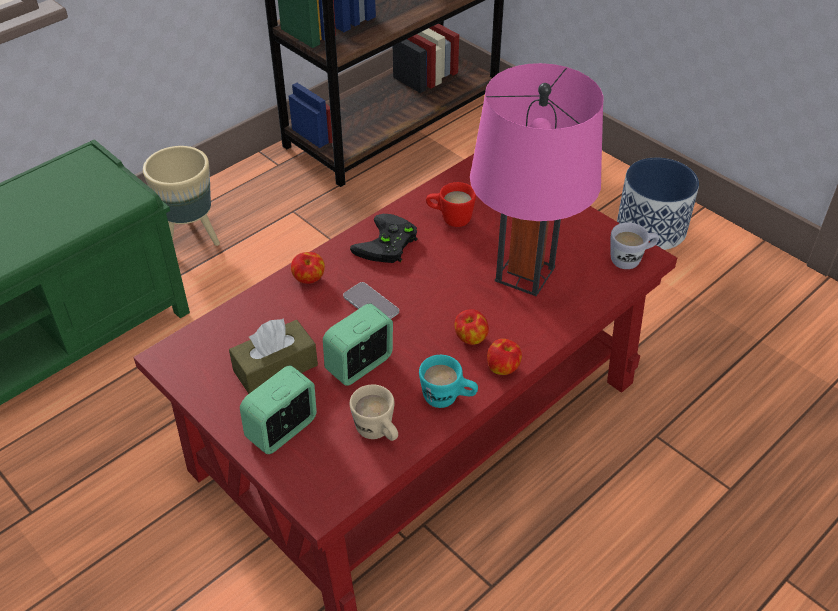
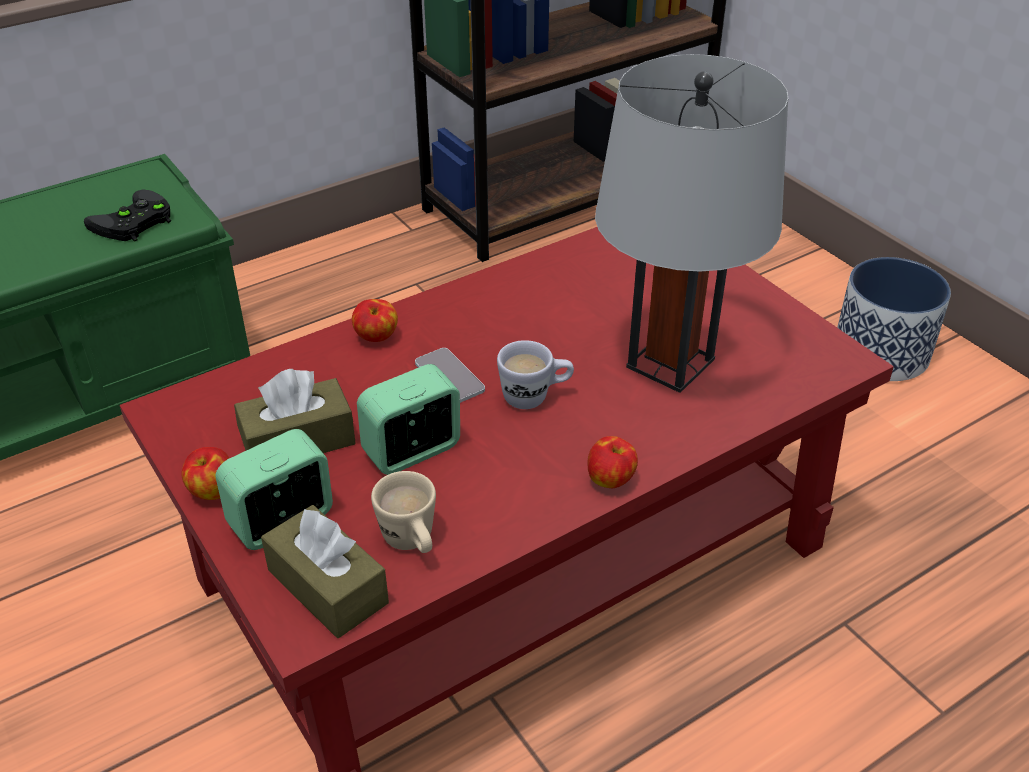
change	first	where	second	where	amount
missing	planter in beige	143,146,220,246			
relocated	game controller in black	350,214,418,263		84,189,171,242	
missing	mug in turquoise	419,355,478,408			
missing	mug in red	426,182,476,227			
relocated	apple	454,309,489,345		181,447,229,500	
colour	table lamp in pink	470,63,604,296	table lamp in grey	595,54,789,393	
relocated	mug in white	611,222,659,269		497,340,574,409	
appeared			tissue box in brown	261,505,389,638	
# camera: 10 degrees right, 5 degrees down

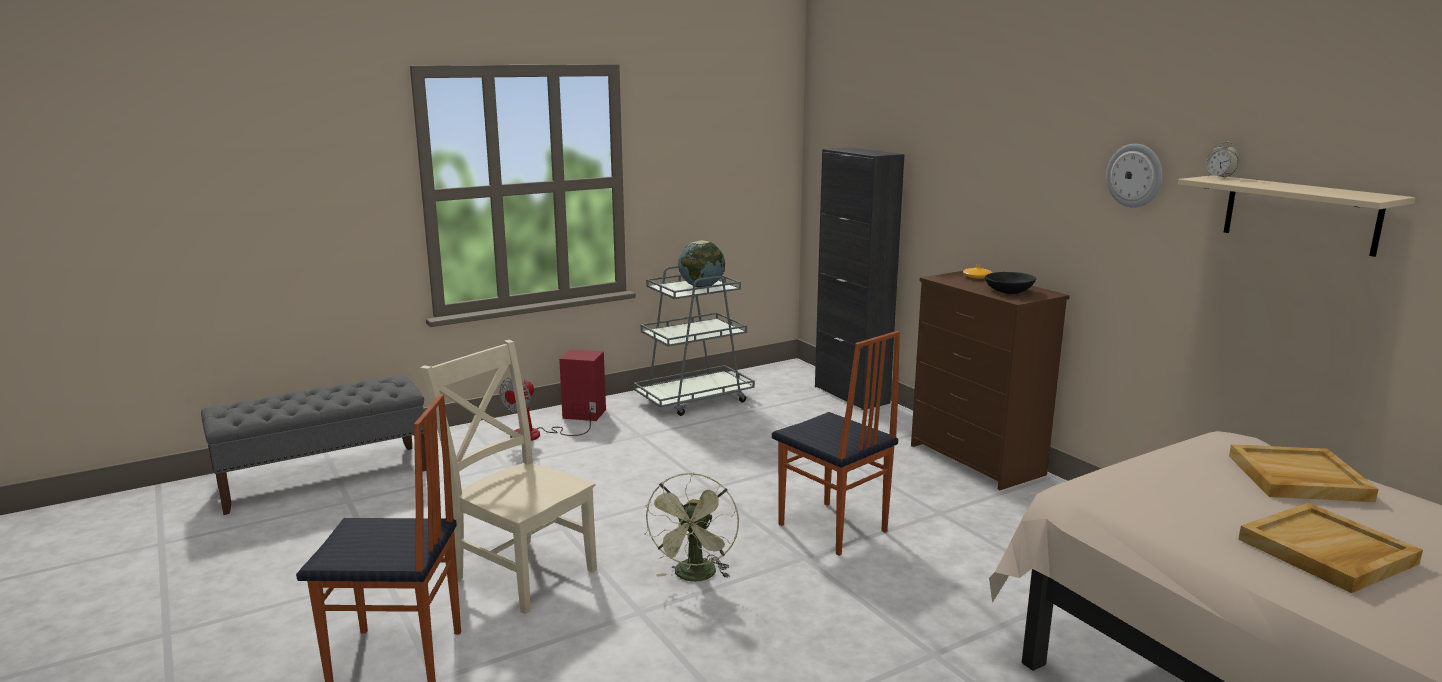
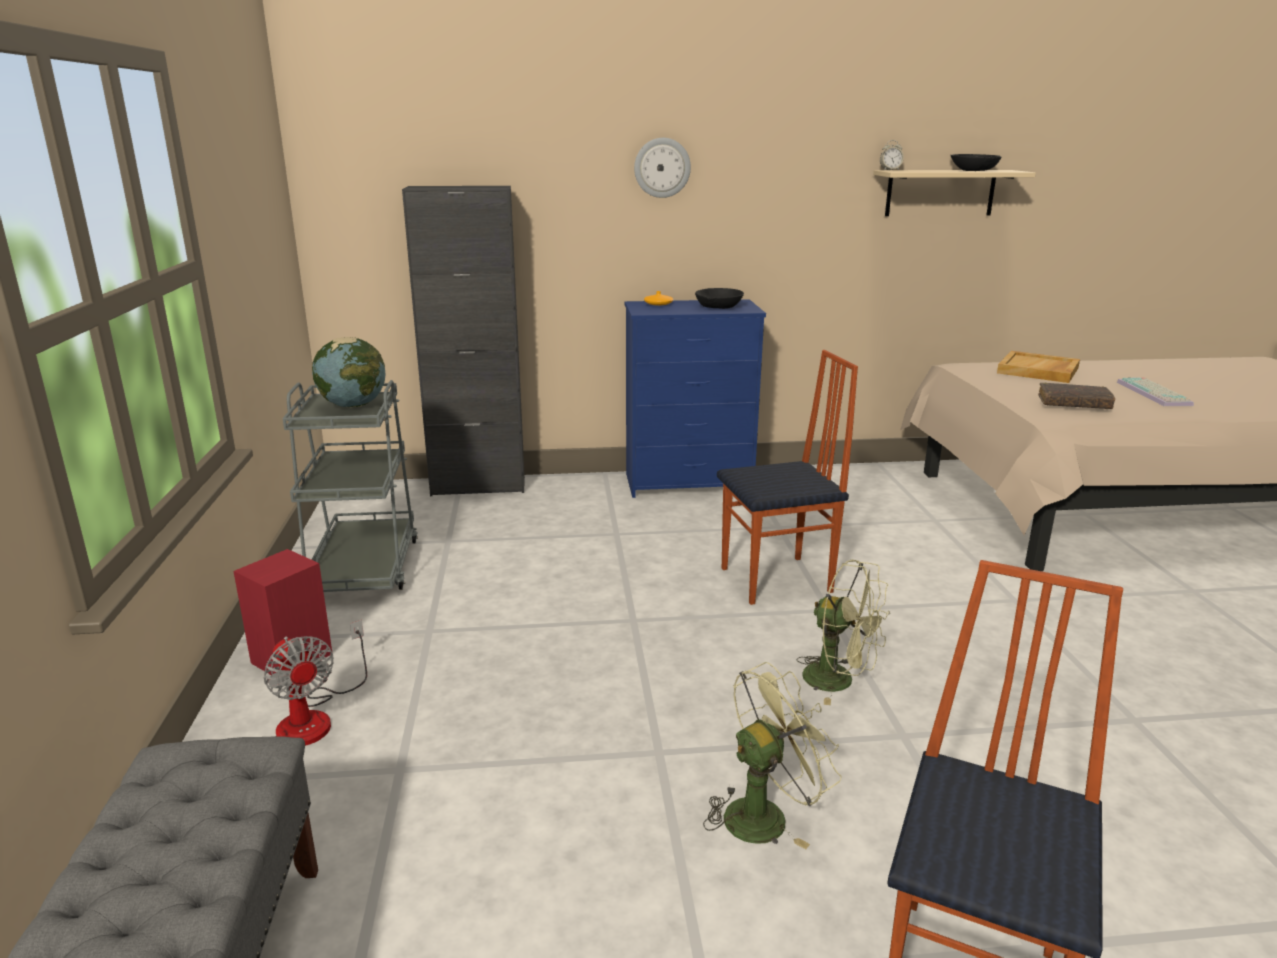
change	first	where	second	where	amount
exchanged	chair in beige	420,340,597,614	fan in green	703,662,841,849	
colour	dresser in brown	911,271,1070,490	dresser in blue	625,299,766,498	
relocated	wall clock	1106,144,1163,208		634,138,691,198	
exchanged	tray in beige	1238,503,1423,593	keyboard	1117,377,1194,406	
appeared			bowl in black	951,154,1001,171	
appeared			book in brown	1038,383,1115,409	
# camera: 65 degrees left, 5 degrees up

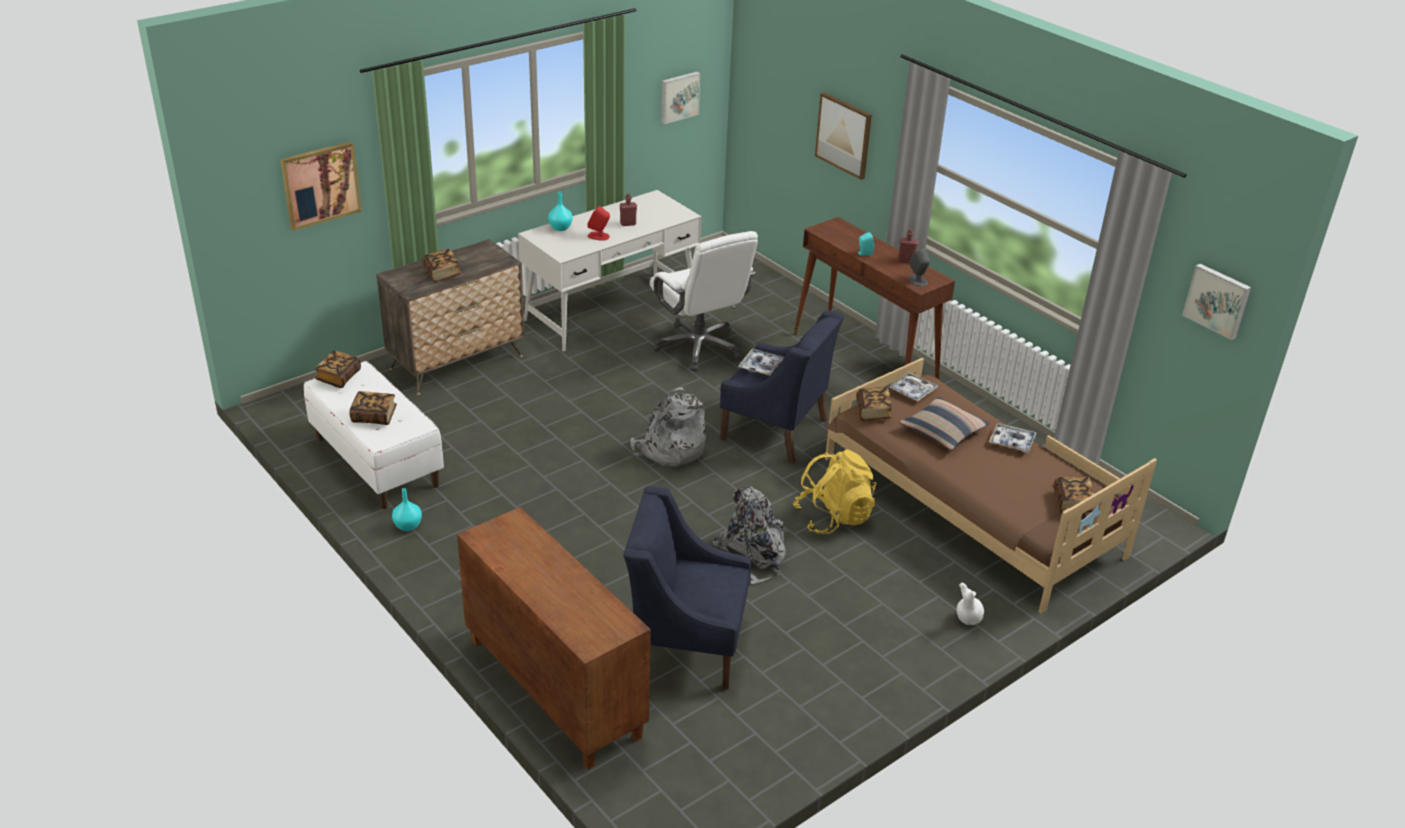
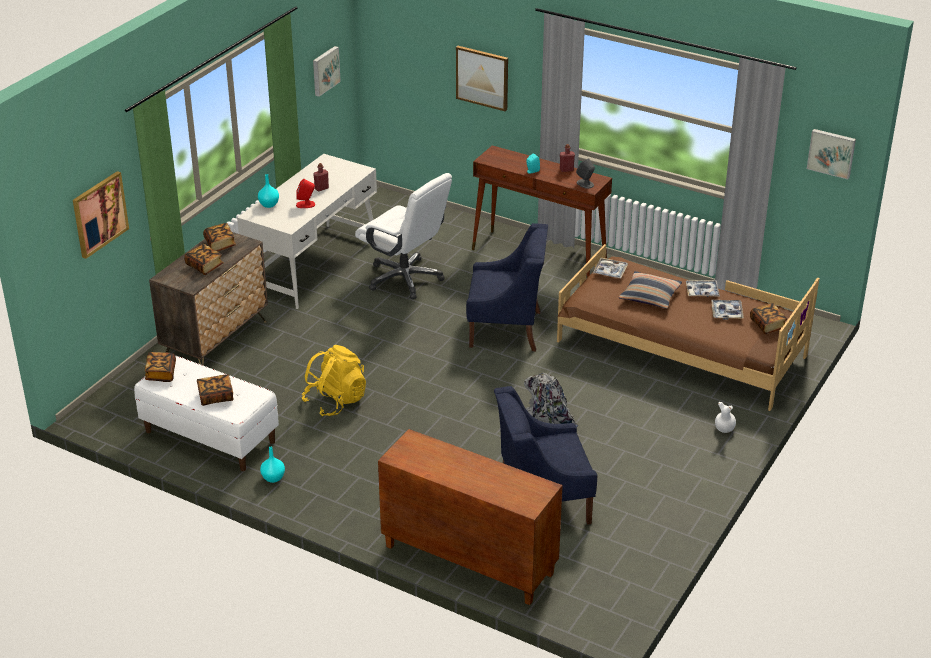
change	first	where	second	where	amount
missing	backpack in grey	630,387,706,467			
relocated	tray	738,349,784,375		711,300,744,320	
relocated	backpack in yellow	793,449,876,534		302,345,366,416	
relocated	book	856,387,892,421		203,223,236,251	
# camera: 20 degrees left, 0 degrees up

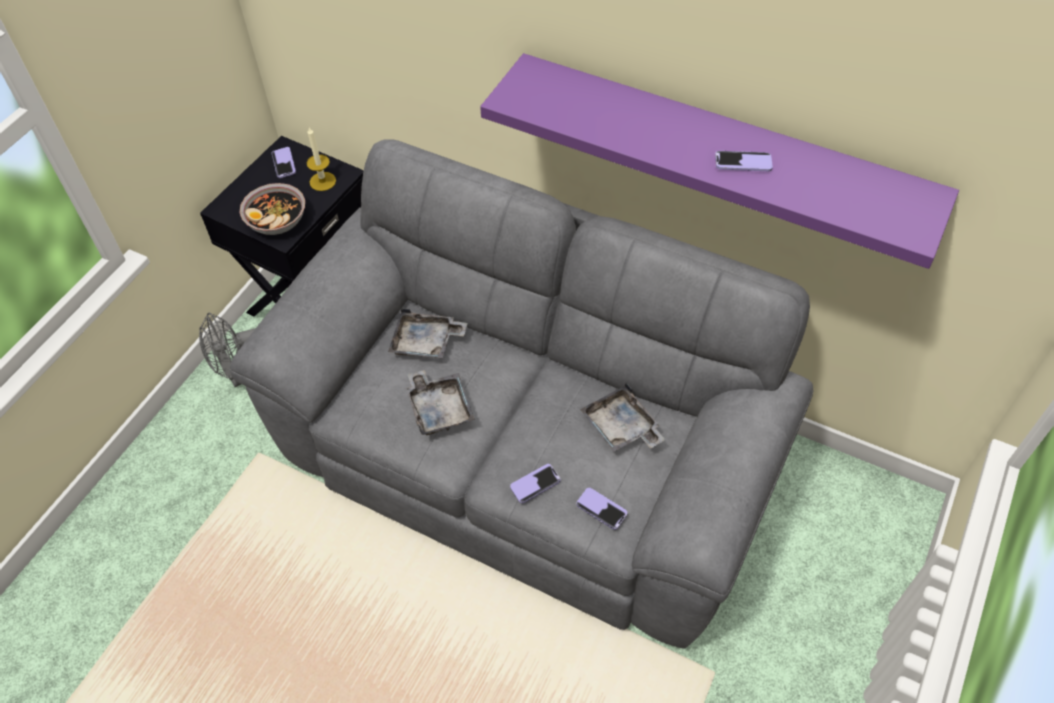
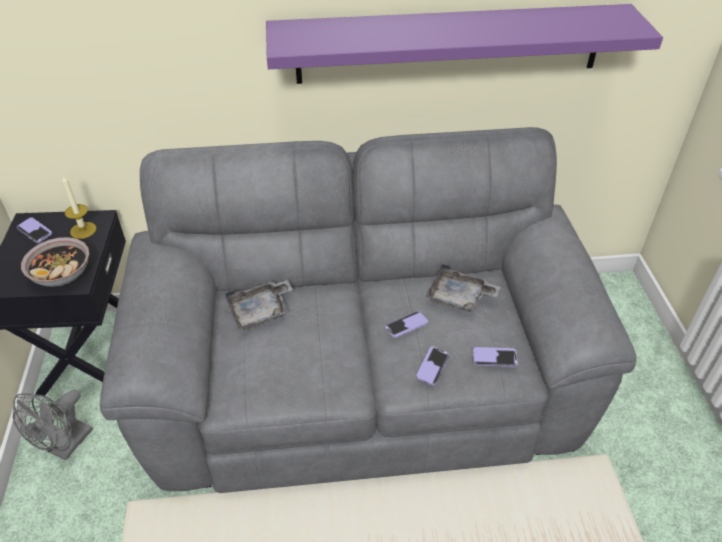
change	first	where	second	where	amount
missing	tray in grey	407,370,475,435			
relocated	phone	715,151,773,171		385,311,428,338	
# camera: 35 degrees left, 10 degrees down

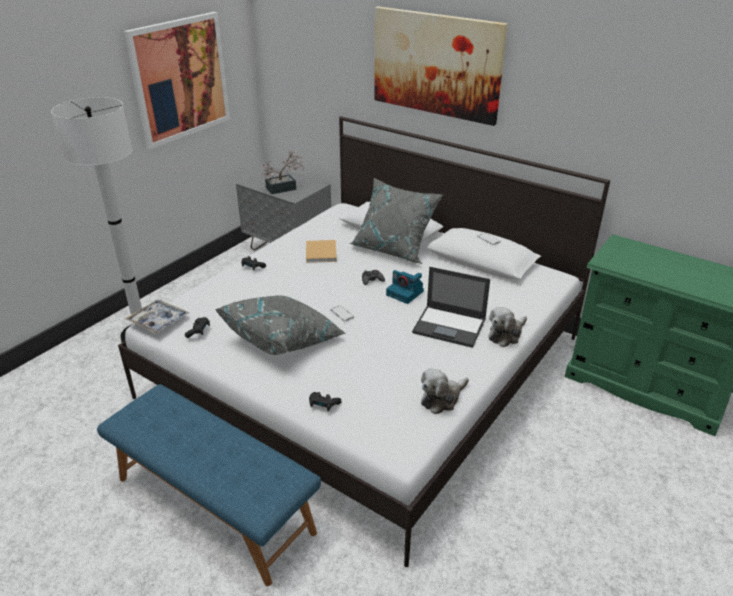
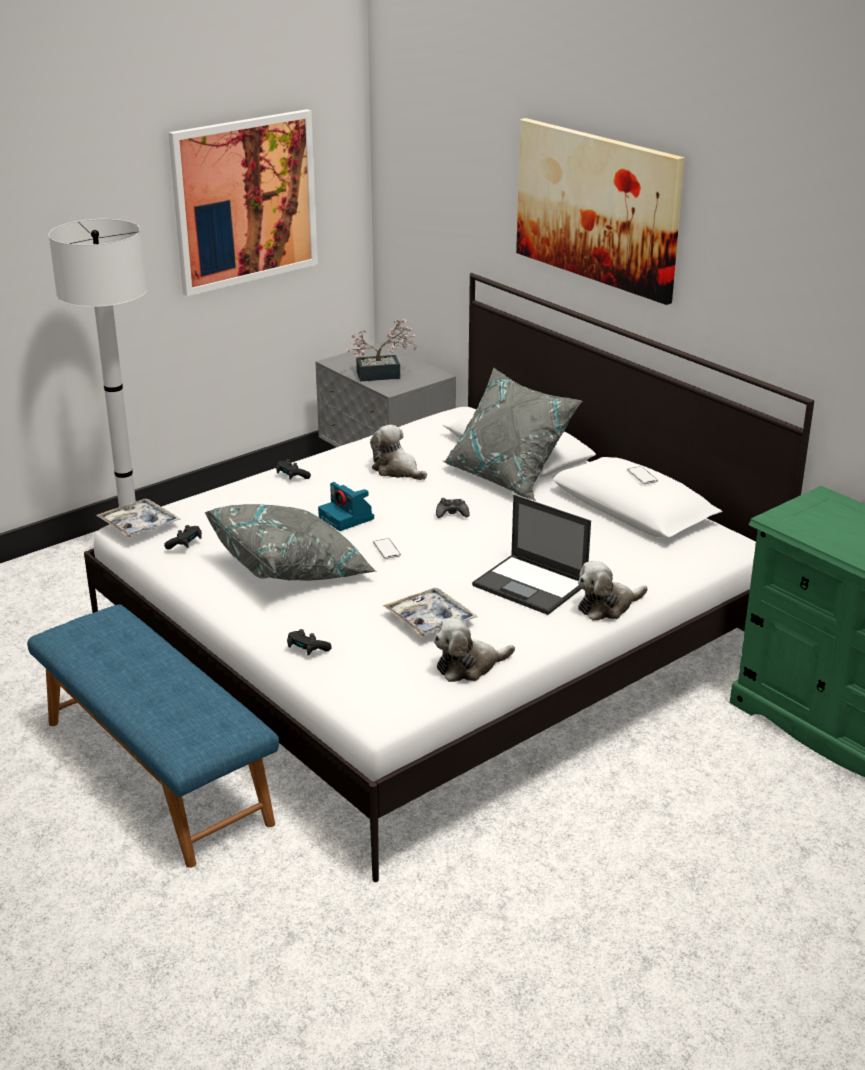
change	first	where	second	where	amount
exchanged	book in beige	306,240,337,263	plush toy	370,425,427,480	
relocated	photo camera	386,270,424,304		318,482,374,531	
appeared			tray	383,588,478,638	
# camera: 15 degrees right, 5 degrees down

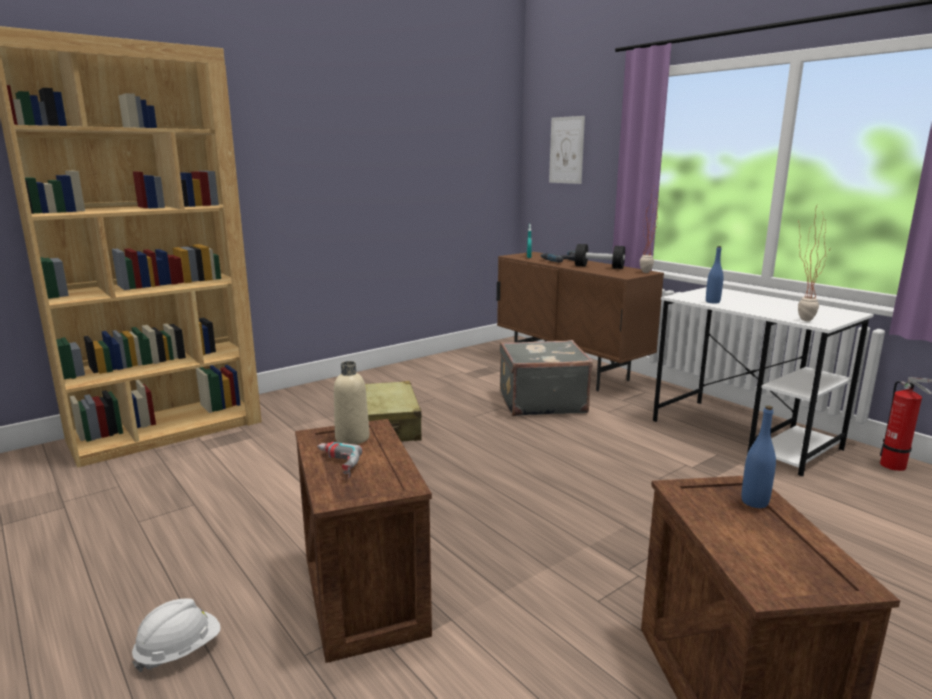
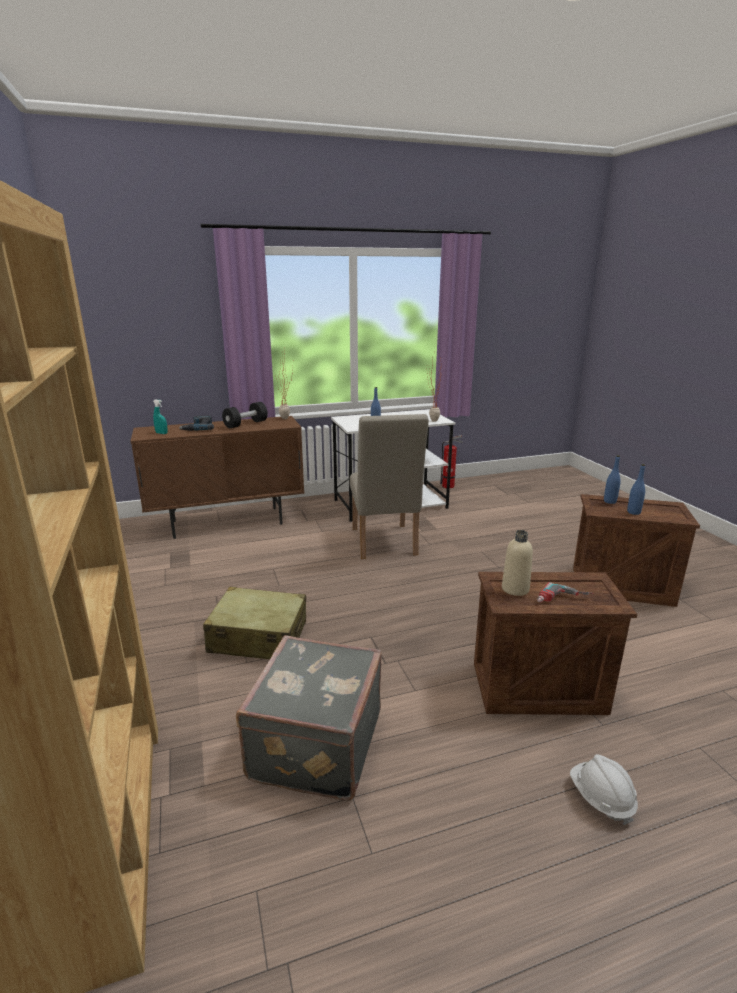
change	first	where	second	where	amount
relocated	suitcase in grey	500,340,593,416		236,635,382,801	
missing	picture	549,116,585,184			
appeared			chair in beige	350,414,429,559	
appeared			bottle in blue	627,464,645,515	
# camera: 70 degrees left, 5 degrees up

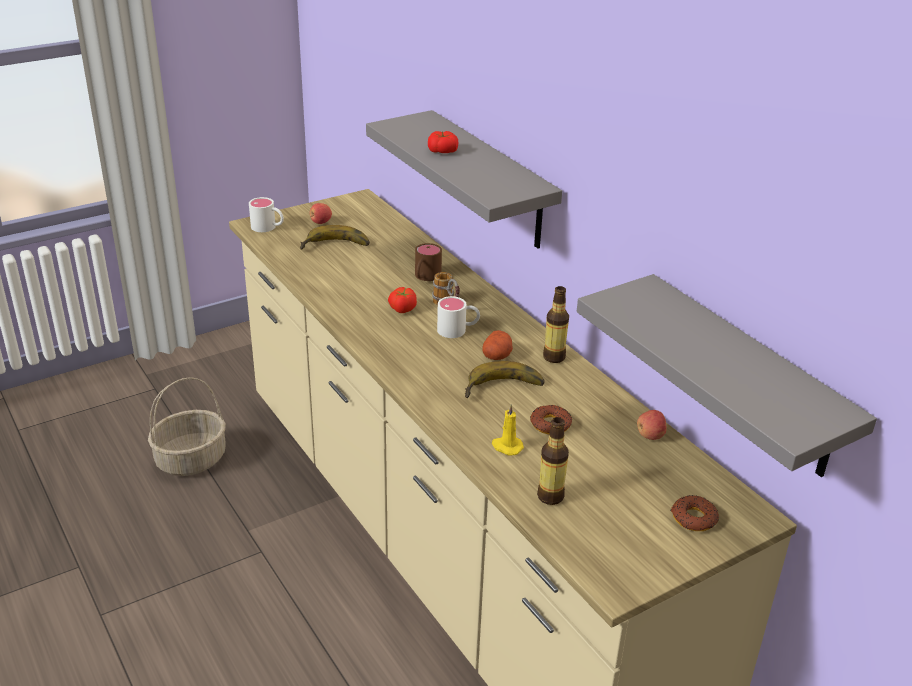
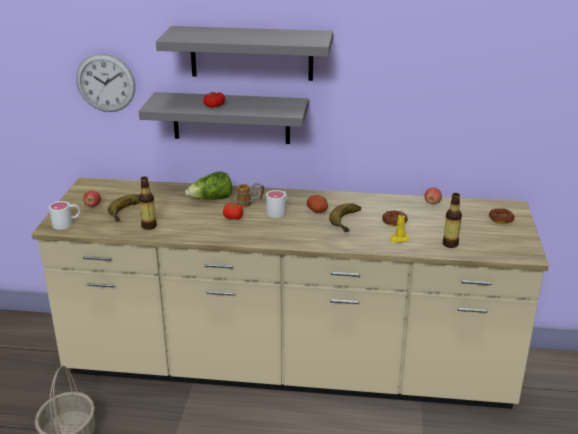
change	first	where	second	where	amount
exchanged	mug in brown	415,243,442,281	lettuce	185,171,232,200	
relocated	bottle	543,286,569,363		139,176,157,230	
relocated	shelf in grey	577,274,877,477		156,26,333,81	
appeared			wall clock	76,53,136,112	
# camera: 50 degrees left, 5 degrees down

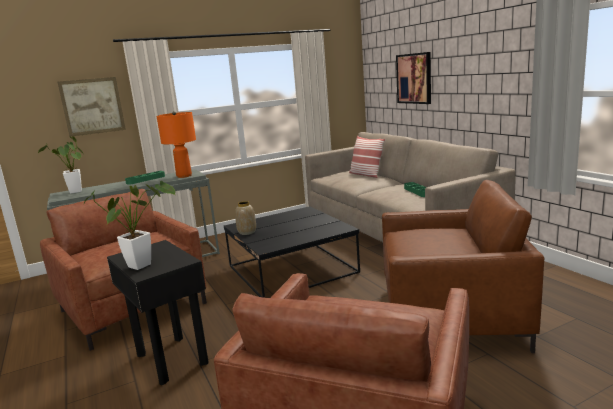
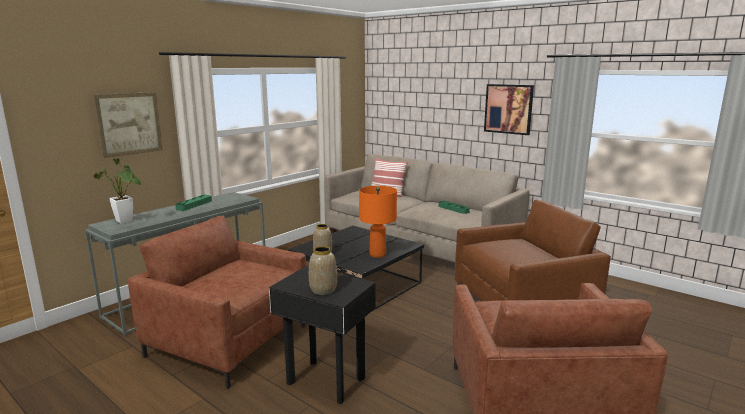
change	first	where	second	where	amount
exchanged	potted plant	84,181,175,270	vase	309,246,337,295	
relocated	table lamp in orange	157,111,196,178		359,186,397,258	
relocated	picture	396,52,431,104		484,84,534,135	
# camera: 25 degrees left, 0 degrees up

